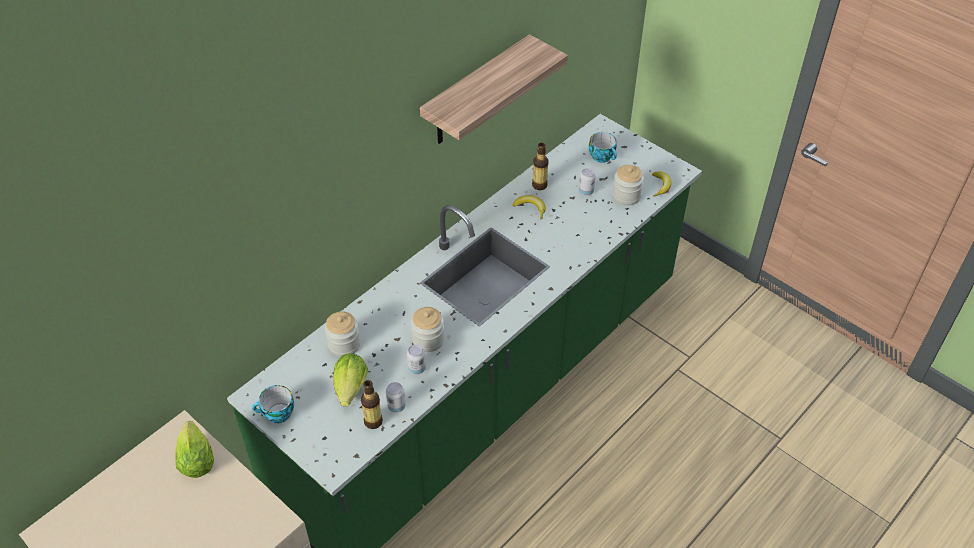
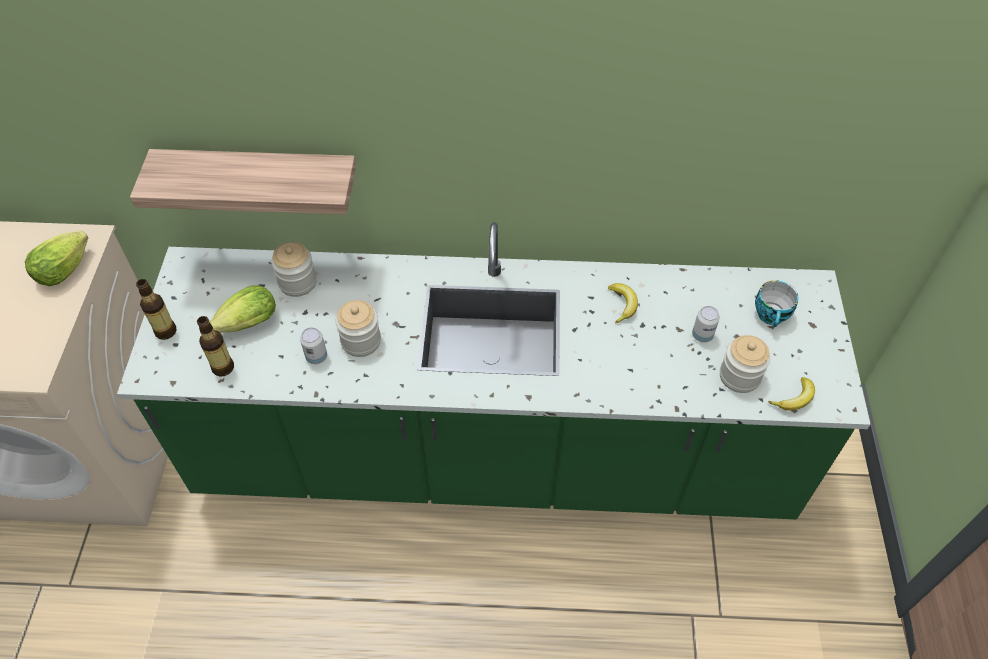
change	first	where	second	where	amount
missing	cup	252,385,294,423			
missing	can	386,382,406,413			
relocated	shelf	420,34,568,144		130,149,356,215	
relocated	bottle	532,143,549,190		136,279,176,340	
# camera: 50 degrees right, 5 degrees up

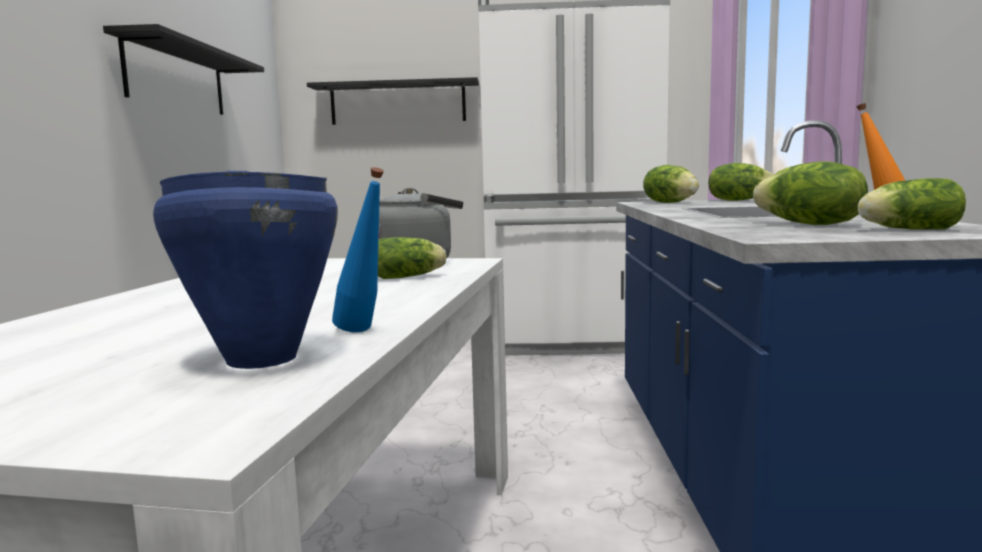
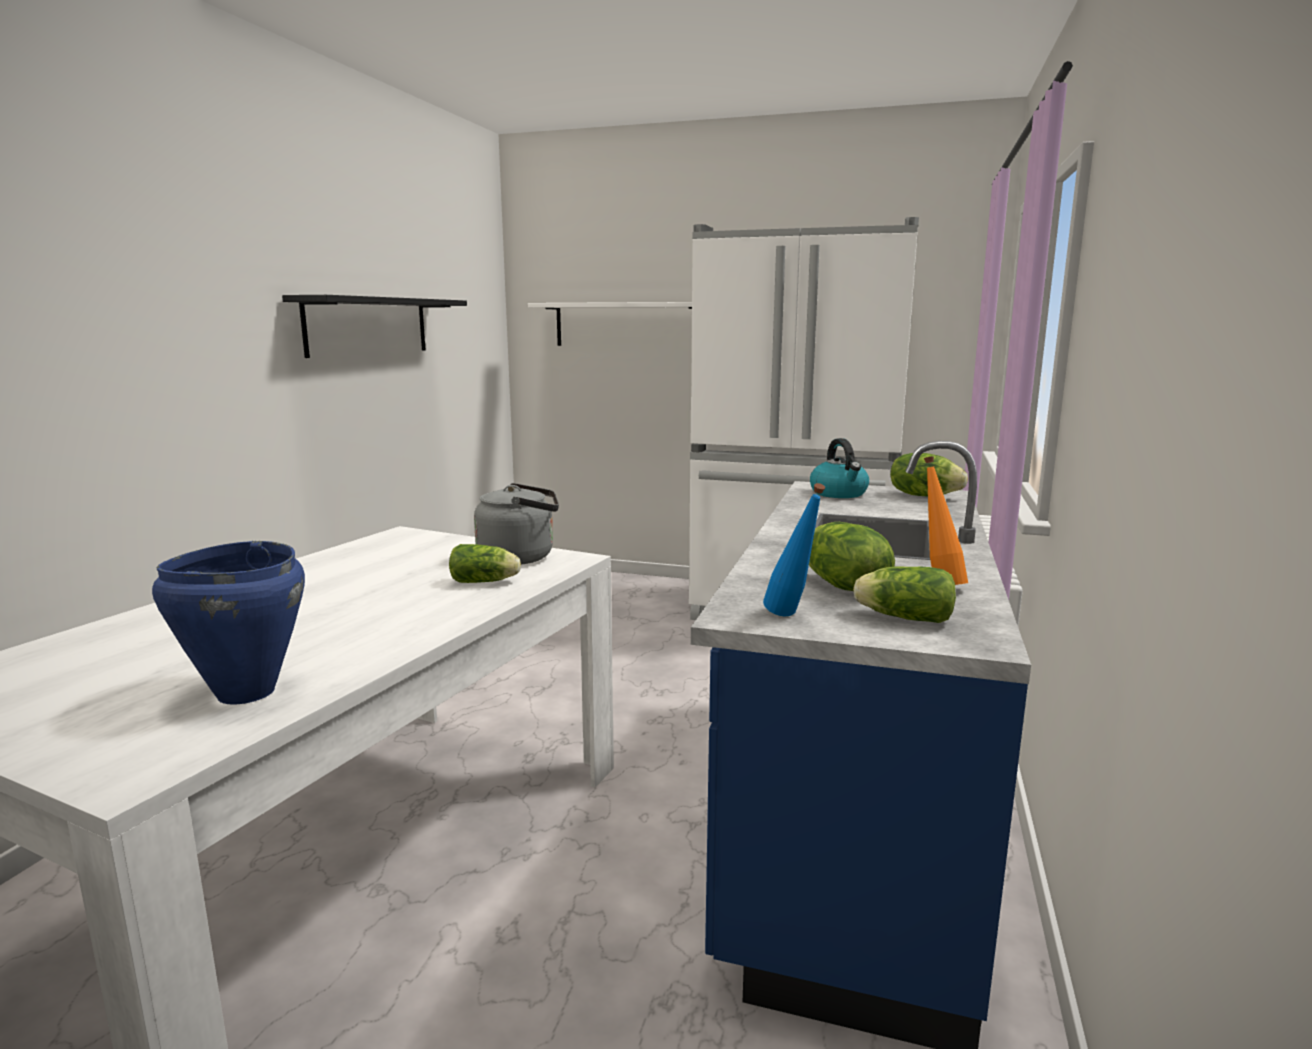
change	first	where	second	where	amount
colour	shelf in black	307,77,479,125	shelf in white	528,302,692,346	
relocated	bottle in blue	332,167,384,332		763,483,825,616	
exchanged	lettuce	643,165,699,203	kettle	810,438,869,498	
# camera: 15 degrees right, 5 degrees up

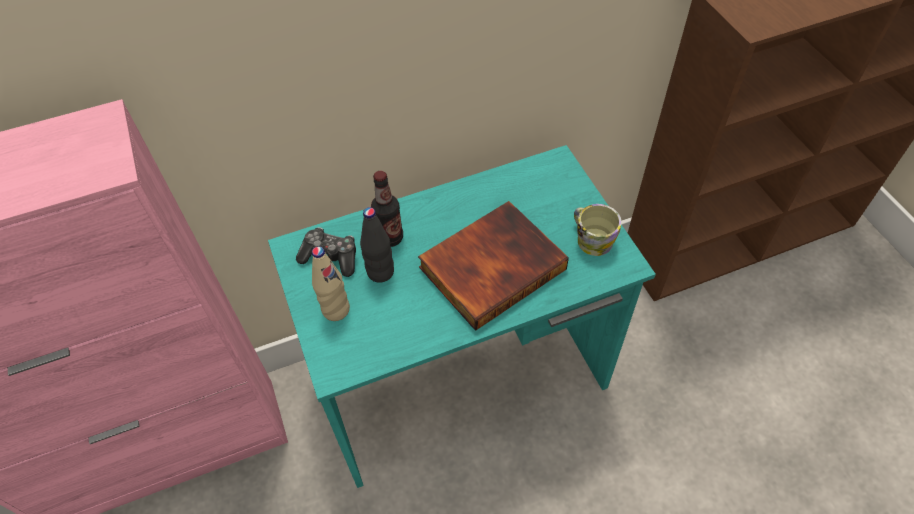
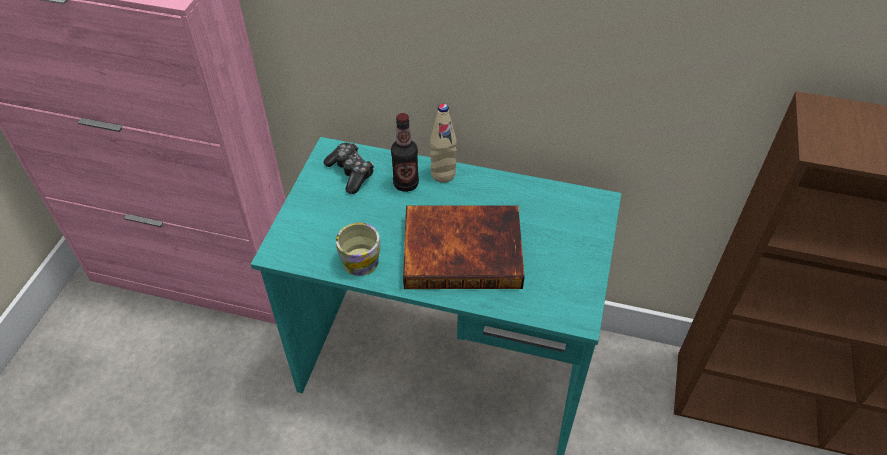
change	first	where	second	where	amount
relocated	bottle in beige	312,246,350,321		430,104,457,183	
missing	bottle in black	360,207,394,283			
relocated	mug	574,204,622,256		336,222,380,276	
# camera: 35 degrees right, 5 degrees down

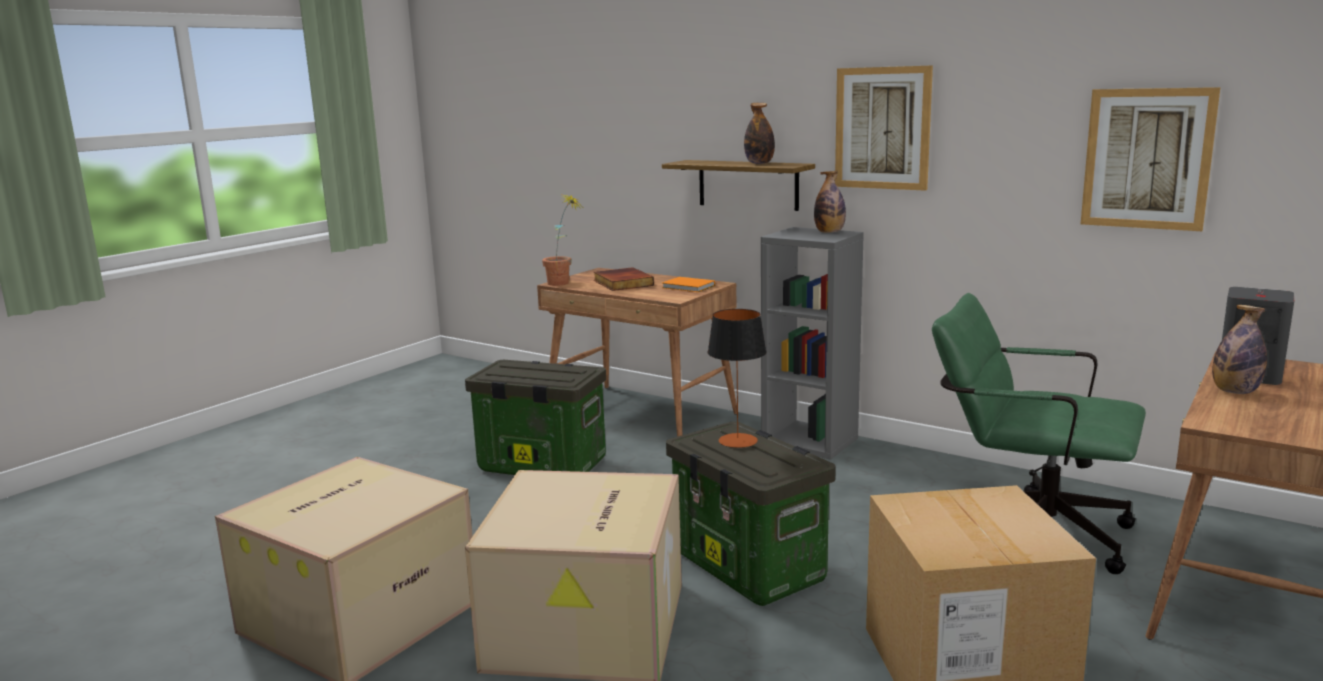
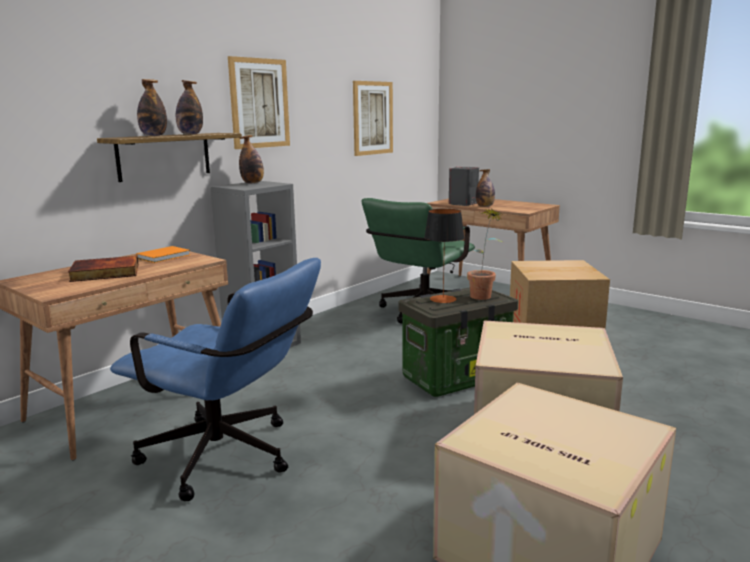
change	first	where	second	where	amount
exchanged	storage box	465,360,606,475	office chair in blue	110,258,321,501	
relocated	potted plant	542,194,581,286		467,208,503,300	
appeared			bottle	137,79,167,136	
# camera: 85 degrees left, 0 degrees up

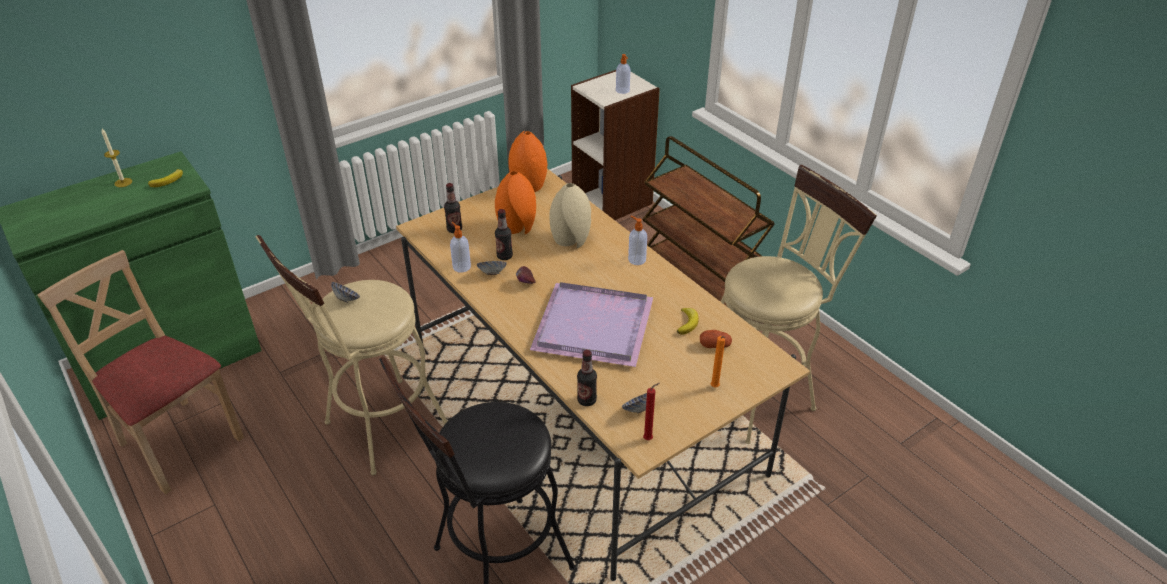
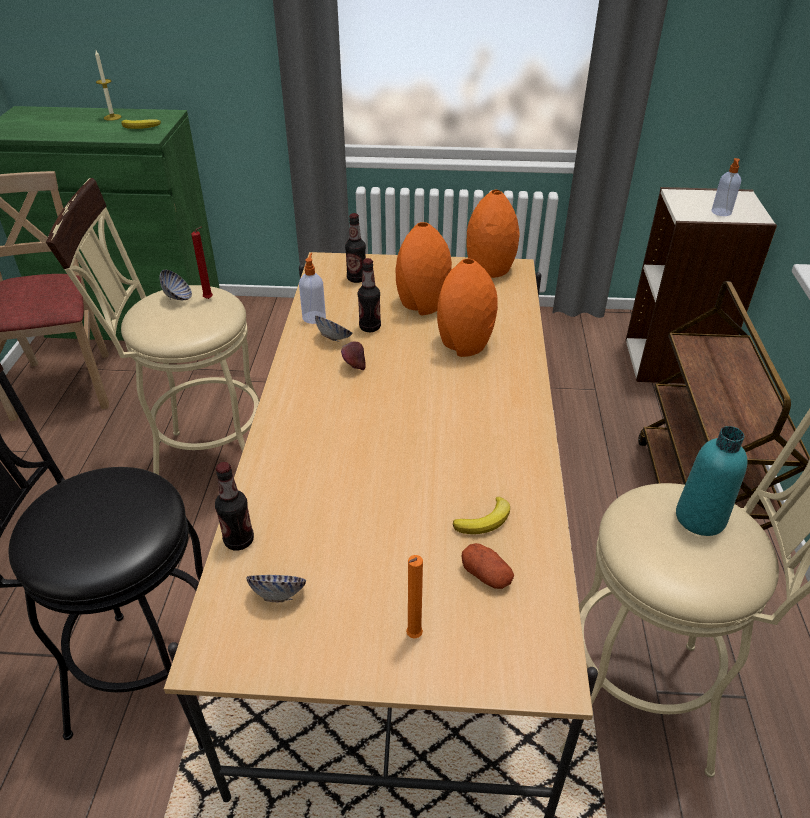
change	first	where	second	where	amount
missing	tray in purple	530,282,654,367			
colour	vase in beige	549,183,591,248	vase in orange	437,259,498,357	
missing	soap dispenser	628,216,647,265			
relocated	candle in red	643,383,660,440		191,227,213,299	
appeared			bottle in turquoise	676,426,748,536	
# camera: 40 degrees right, 0 degrees up

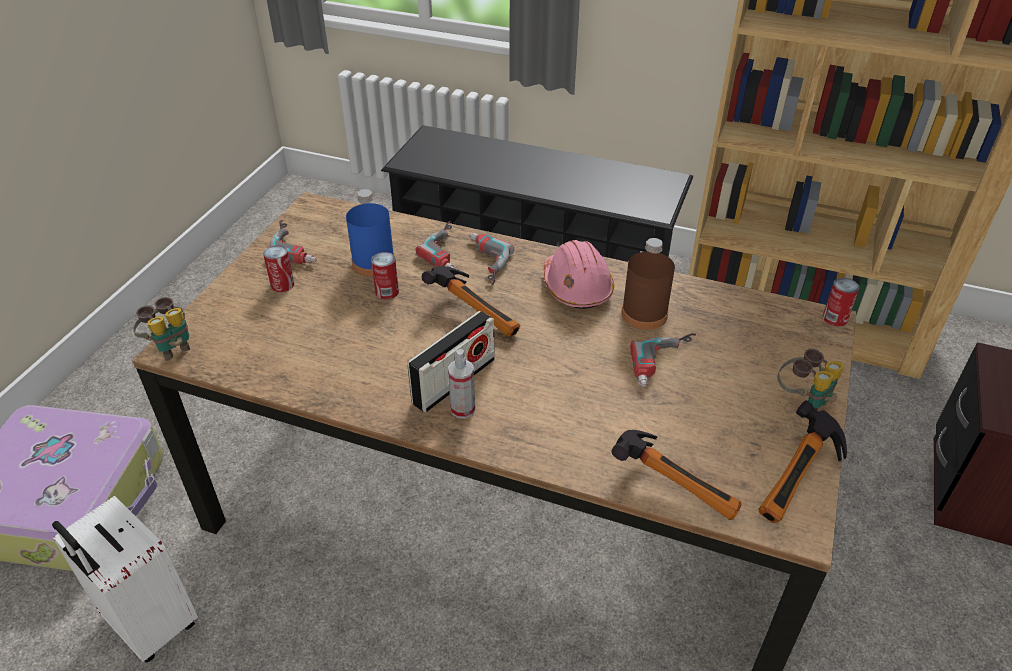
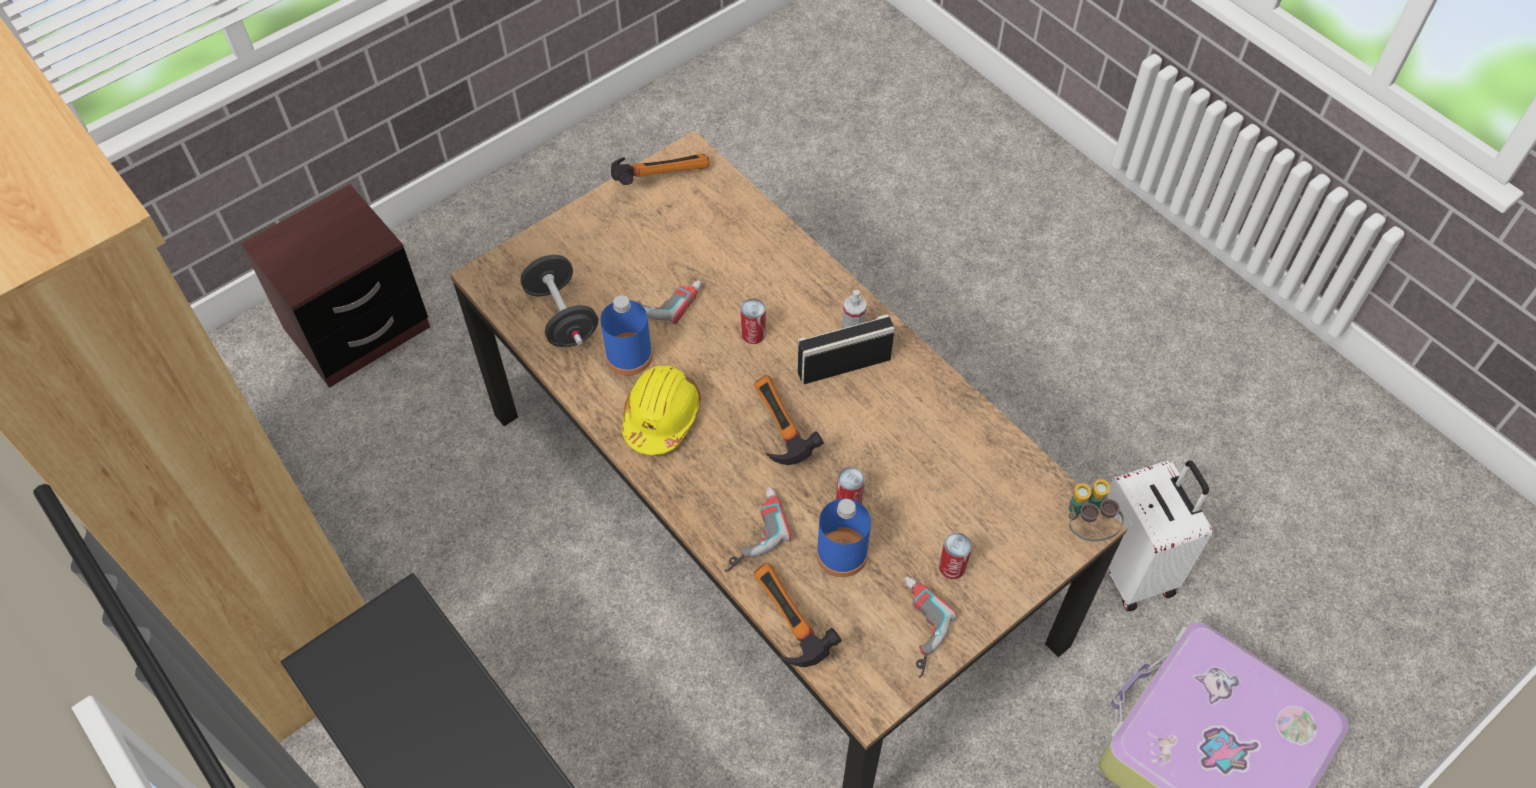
change	first	where	second	where	amount
missing	power drill	469,233,514,285			
colour	hard hat in pink	544,240,614,309	hard hat in yellow	622,366,701,455	
relocated	hammer	611,430,742,520		754,563,842,667	
colour	bottle in brown	622,238,675,330	bottle in blue	600,295,653,375	
missing	binoculars	778,349,844,411			
relocated	can	823,278,859,327		741,299,766,344	
appeared			dumbbell in black	520,255,598,347	
# camera: 150 degrees left, 15 degrees up

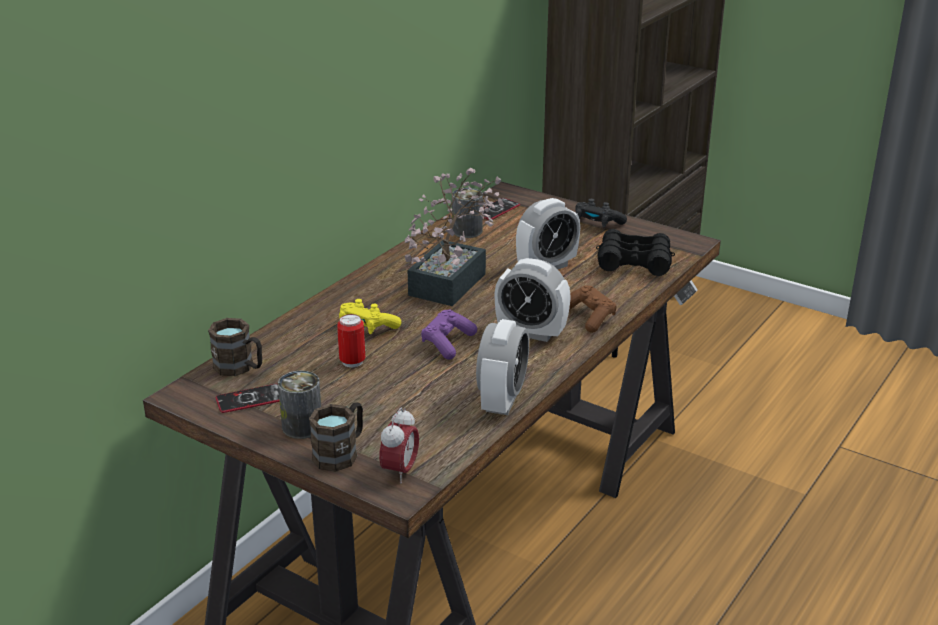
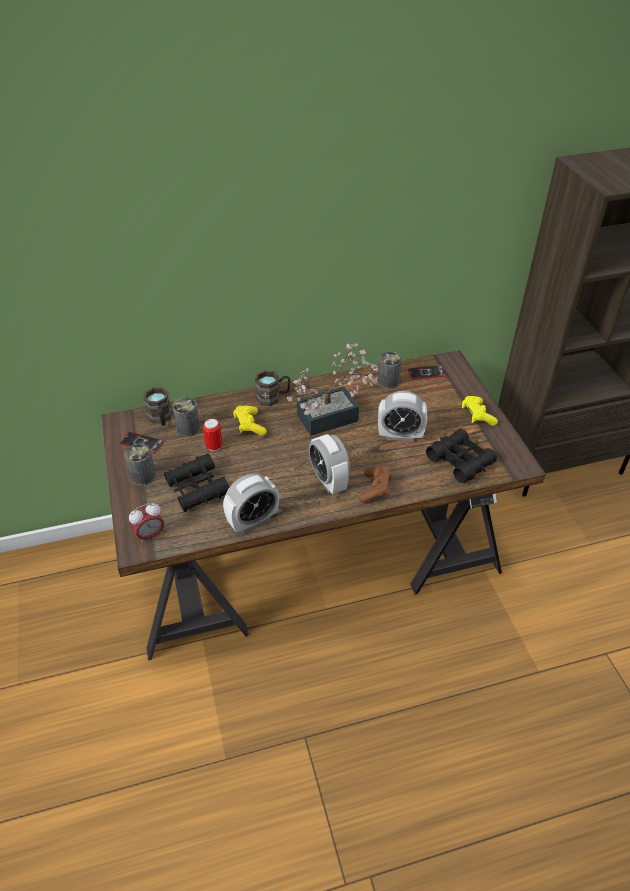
change	first	where	second	where	amount
relocated	mug in brown	309,403,363,472		255,370,290,406	
missing	game controller in purple	421,310,477,360			
colour	game controller in black	575,199,627,228	game controller in yellow	462,396,498,426	
appeared			binoculars in black	164,454,229,512	
appeared			can	172,397,200,437	
# camera: 40 degrees right, 15 degrees up

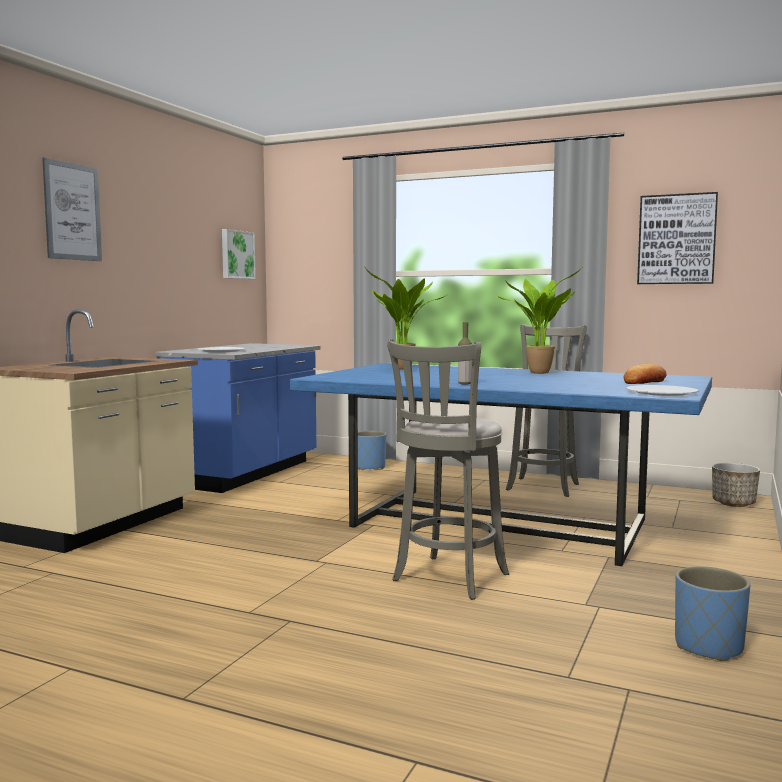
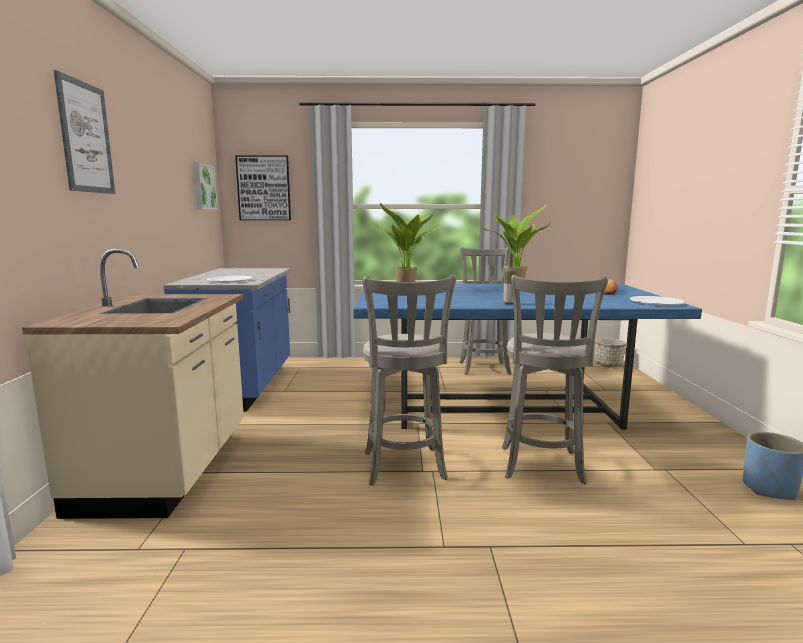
change	first	where	second	where	amount
missing	planter in blue	358,431,386,471			
relocated	picture	637,192,718,284		235,155,291,220	
appeared			stool in grey	363,275,456,485	
# camera: 25 degrees left, 5 degrees up

